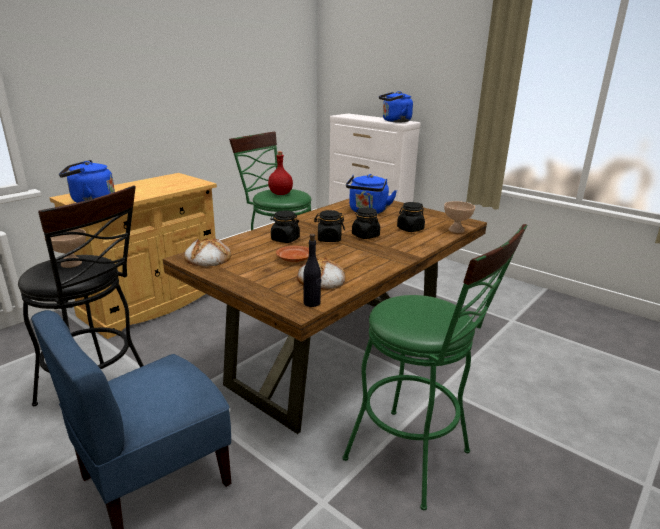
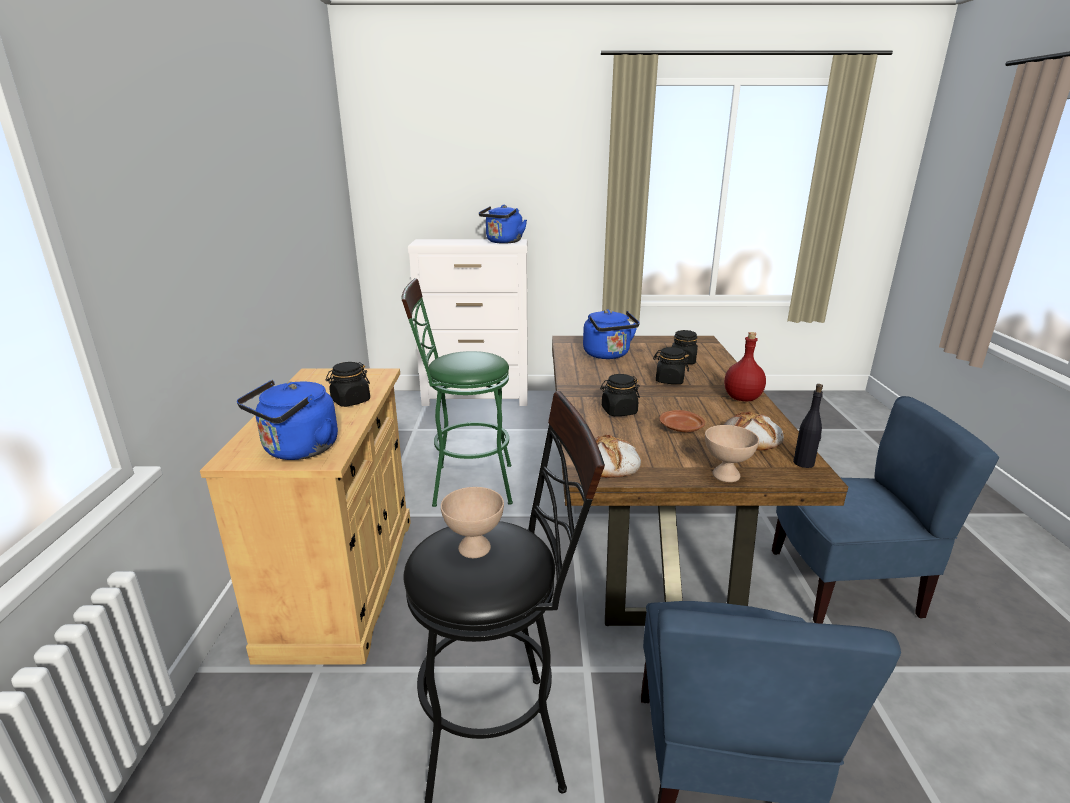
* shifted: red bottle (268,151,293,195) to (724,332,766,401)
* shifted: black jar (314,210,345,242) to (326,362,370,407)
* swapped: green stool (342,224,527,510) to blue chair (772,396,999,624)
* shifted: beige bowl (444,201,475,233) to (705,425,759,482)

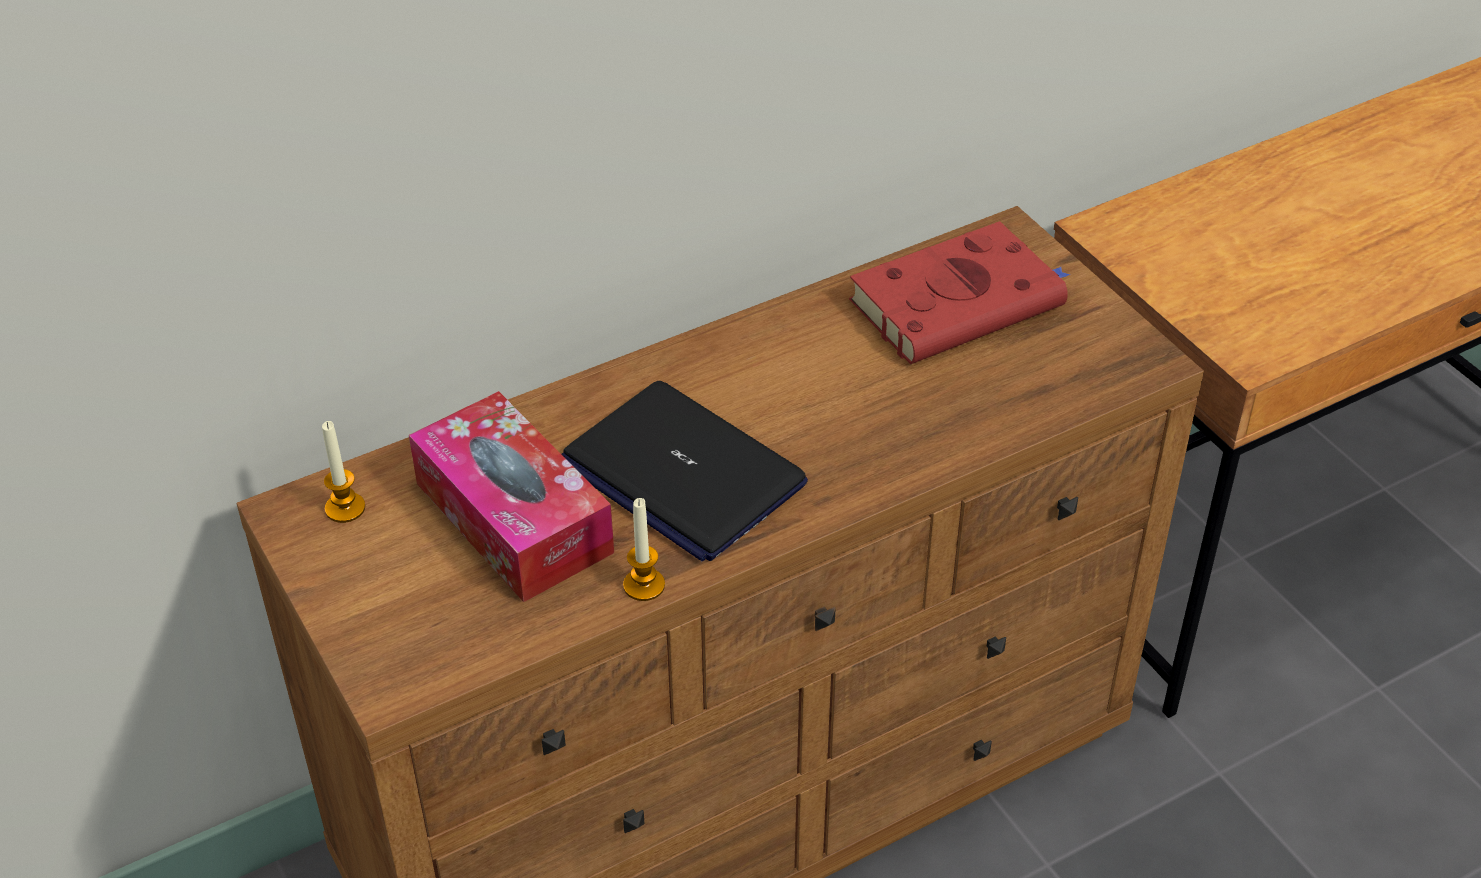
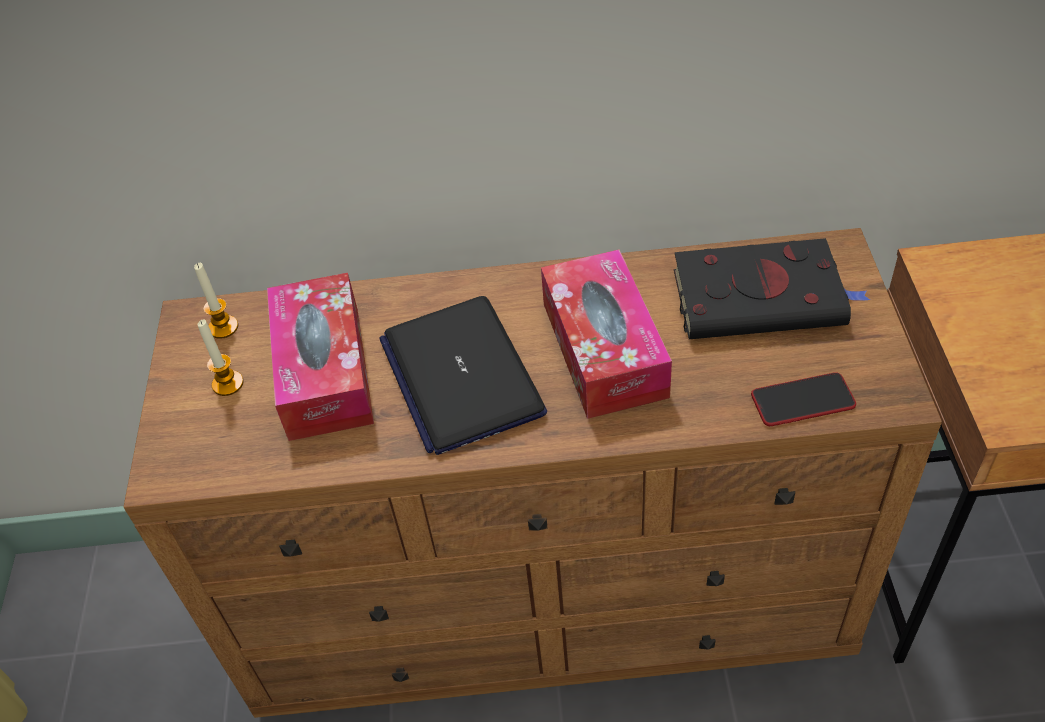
* shifted: candle (623,498,665,601) to (198,319,244,396)
* repainted: red book (849,221,1070,365) to black book (674,238,870,339)
* new: tissue box (541,250,672,419)
* new: phone (751,372,856,426)

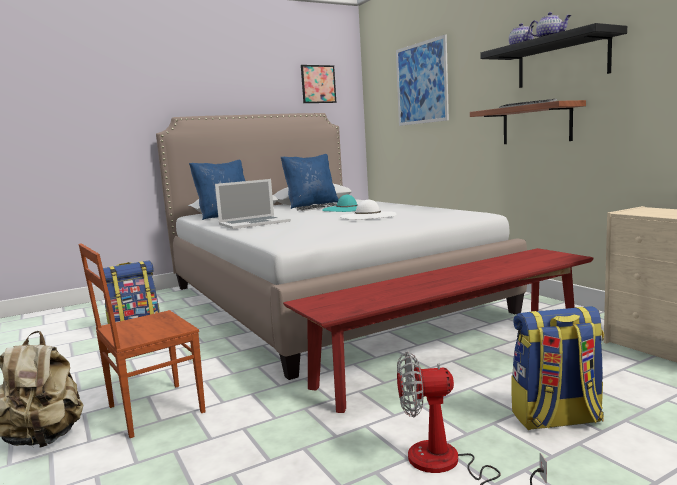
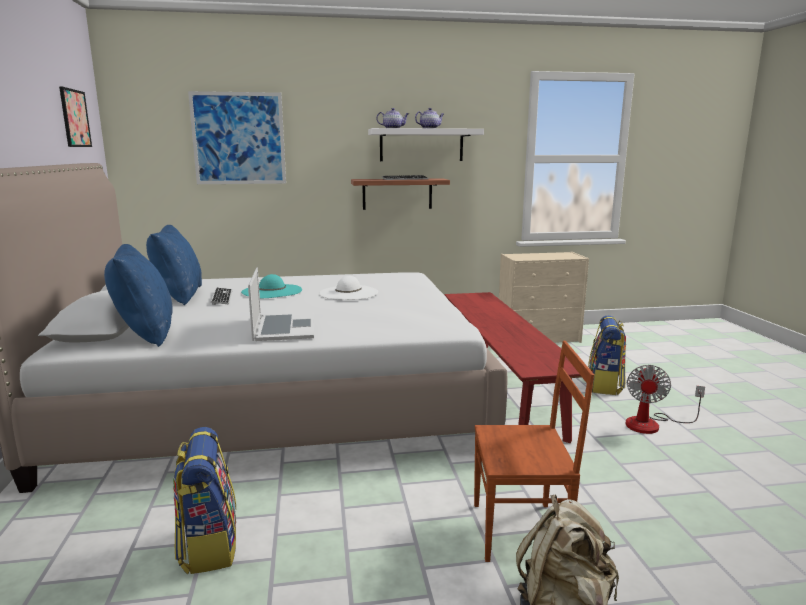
* rotated: brown chair (79,243,206,438) = (474,340,594,562) 75 degrees counterclockwise
* repainted: black shelf (480,23,627,88) to white shelf (368,128,484,161)

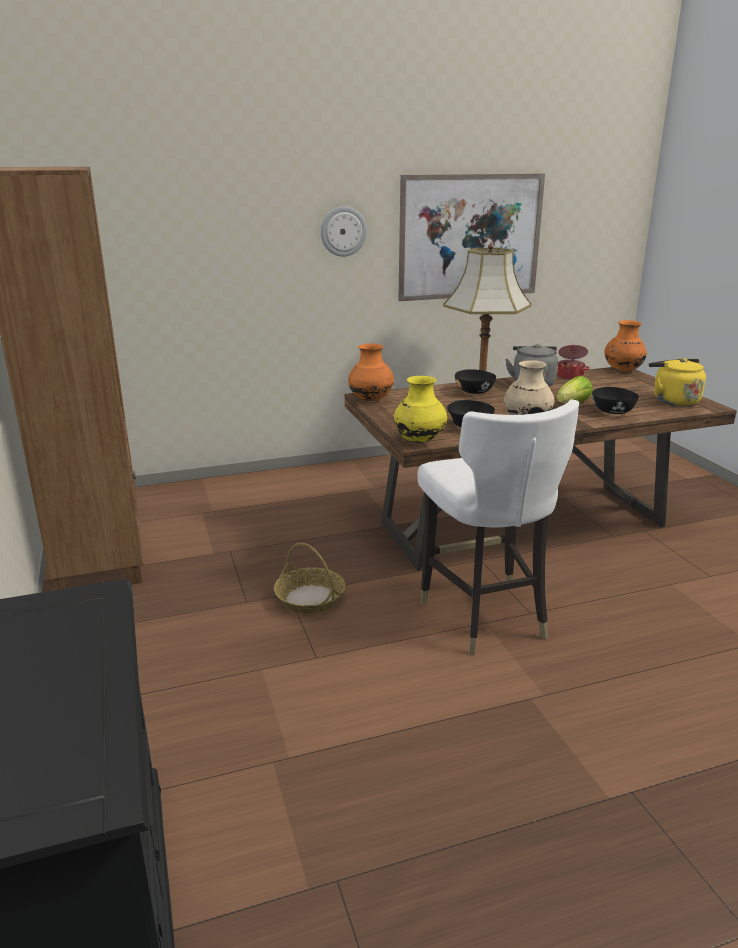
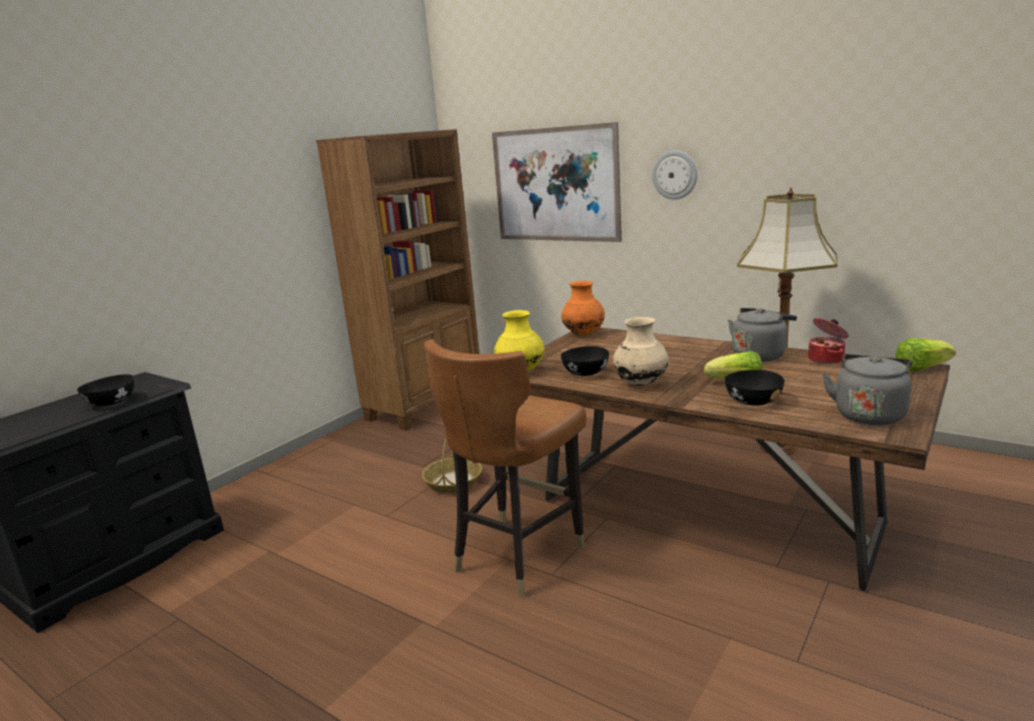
* shifted: picture (398,174,545,301) to (492,122,622,242)
* repainted: white chair (417,399,579,655) to brown chair (424,339,586,597)
* shifted: black bowl (455,369,496,394) to (77,374,134,406)
* swapped: orange vase (604,320,647,372) to lettuce (896,338,956,371)
* repainted: yellow kettle (649,358,706,406) to grey kettle (822,354,913,425)

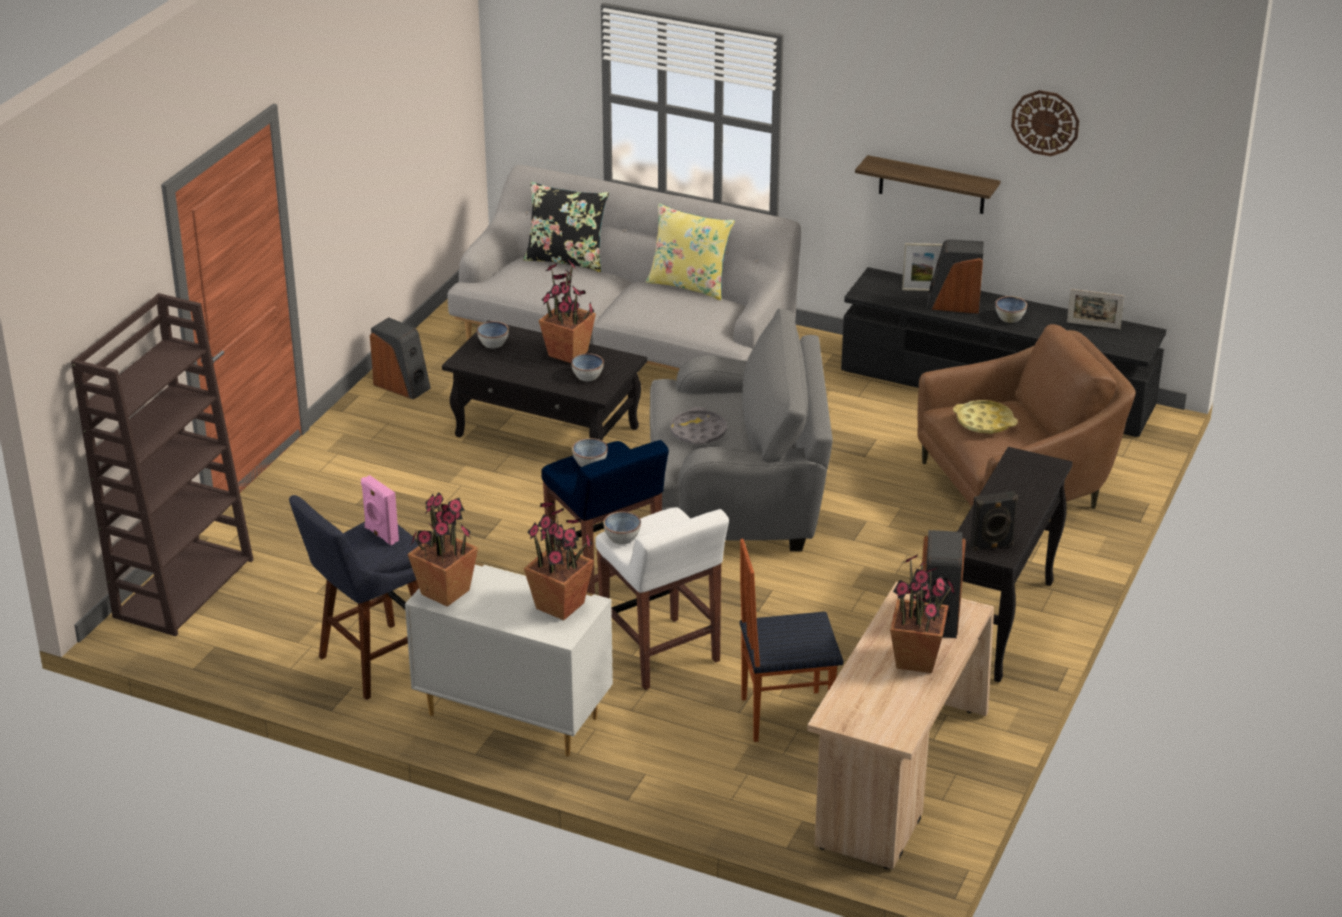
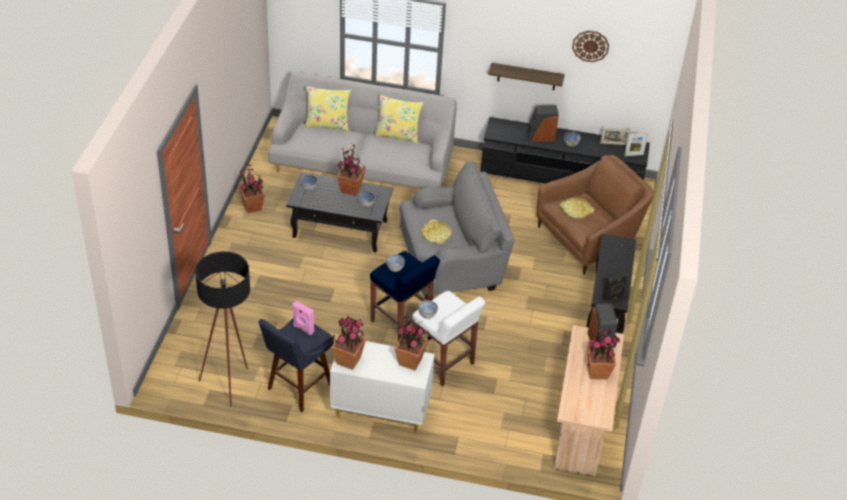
* gone: brown bookcase (71,293,254,636)
* swapped: speaker (370,317,431,400) to potted plant (238,164,265,213)
* repainted: black pillow (523,182,609,272) to yellow pillow (304,86,351,131)
* repainted: grey tray (670,407,727,444) to yellow tray (421,219,452,244)
* gone: chair (740,539,843,742)
* shifted: picture frame (902,243,943,291) to (624,132,648,156)
* new: black floor lamp (195,251,250,407)

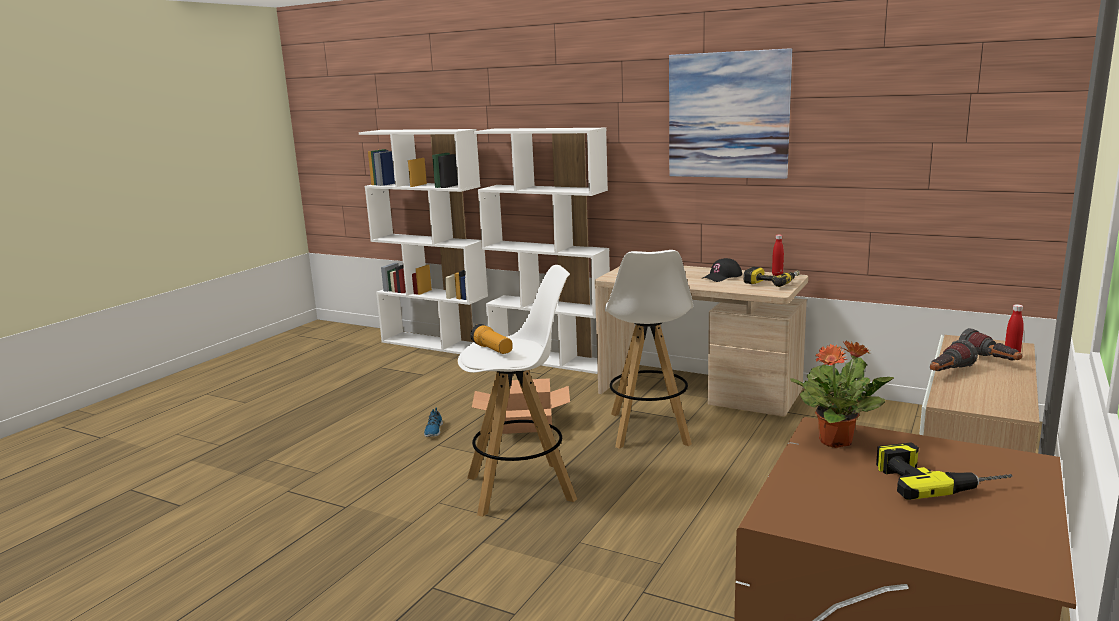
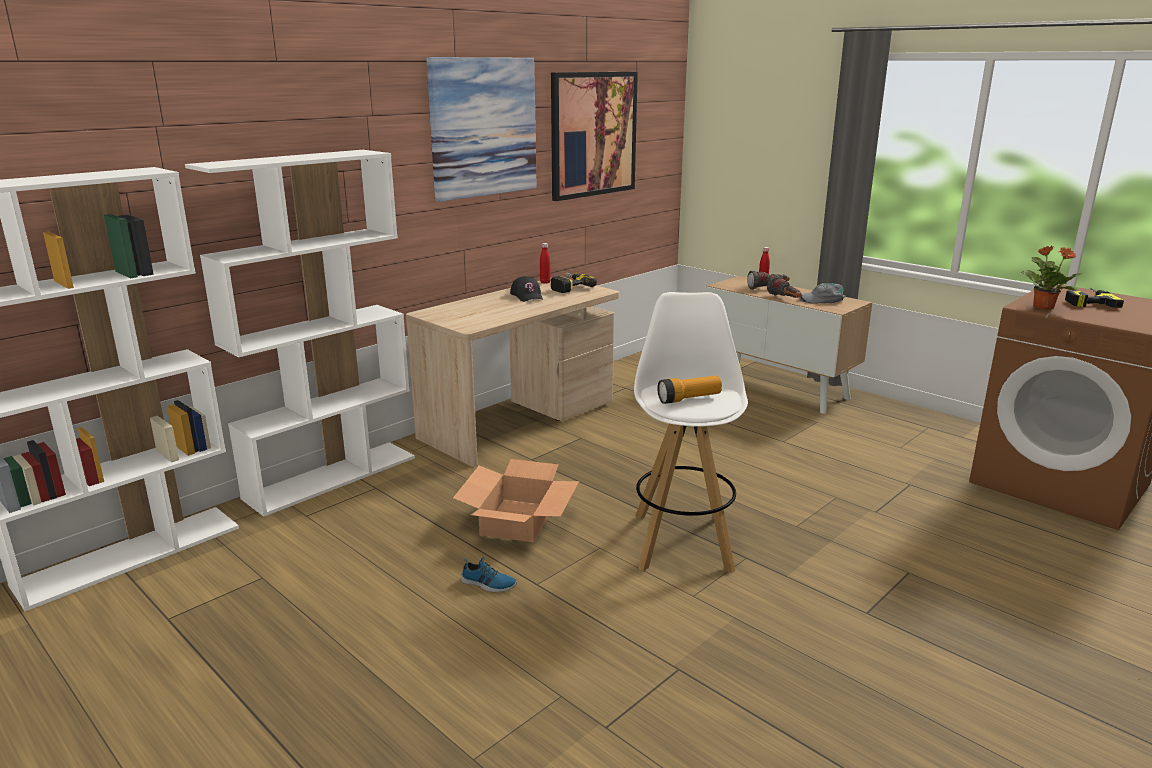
* gone: white stool (605,250,693,449)
* new: picture (551,72,638,201)
* new: grey cap (800,283,845,304)

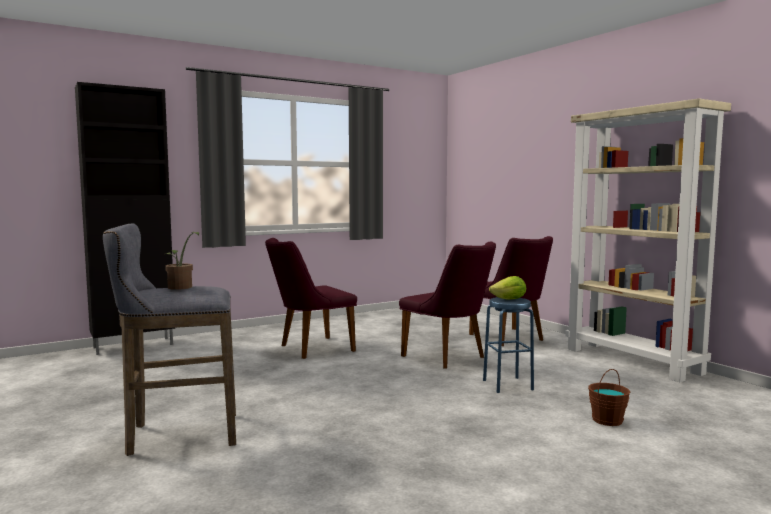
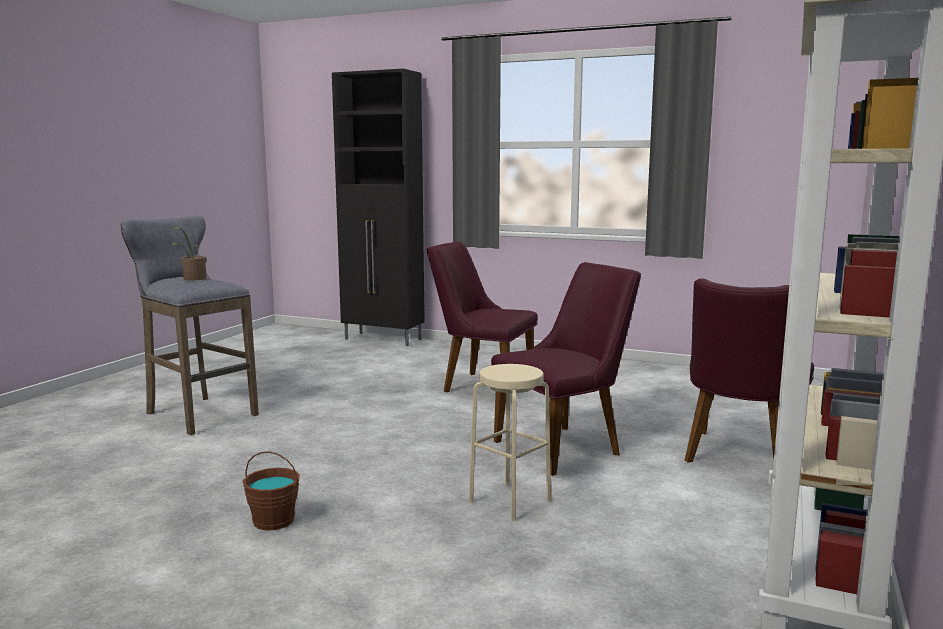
* rotated: purple chair (399,242,496,368) = (491,262,641,476) 135 degrees counterclockwise
* repainted: blue stool (483,297,534,393) to beige stool (469,364,551,521)
* gone: lettuce (489,276,526,300)
* shifted: brown bucket (588,369,630,426) to (243,452,300,530)

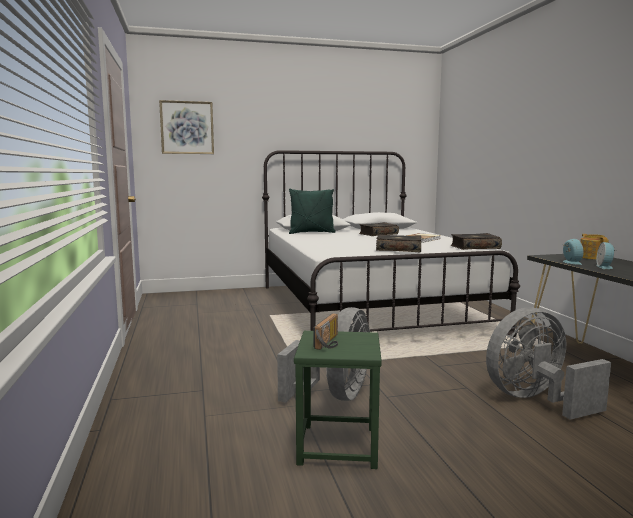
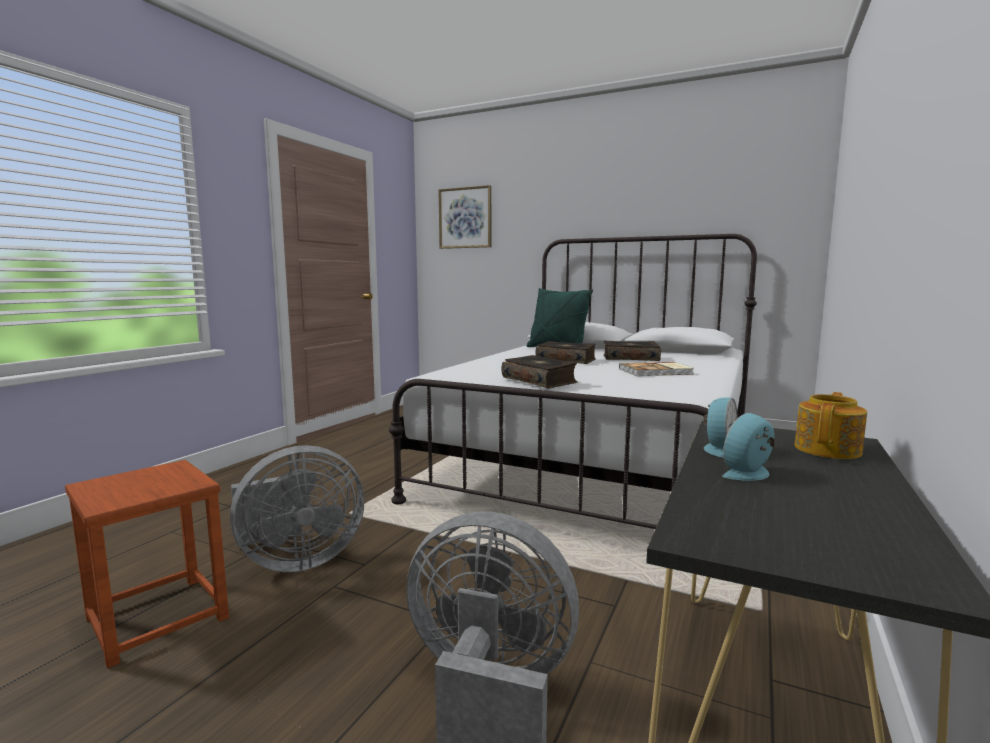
* repainted: green stool (294,331,382,469) to brown stool (65,460,229,668)
* gone: radio (313,313,338,350)
* shifted: book (450,233,502,250) to (536,341,596,364)

